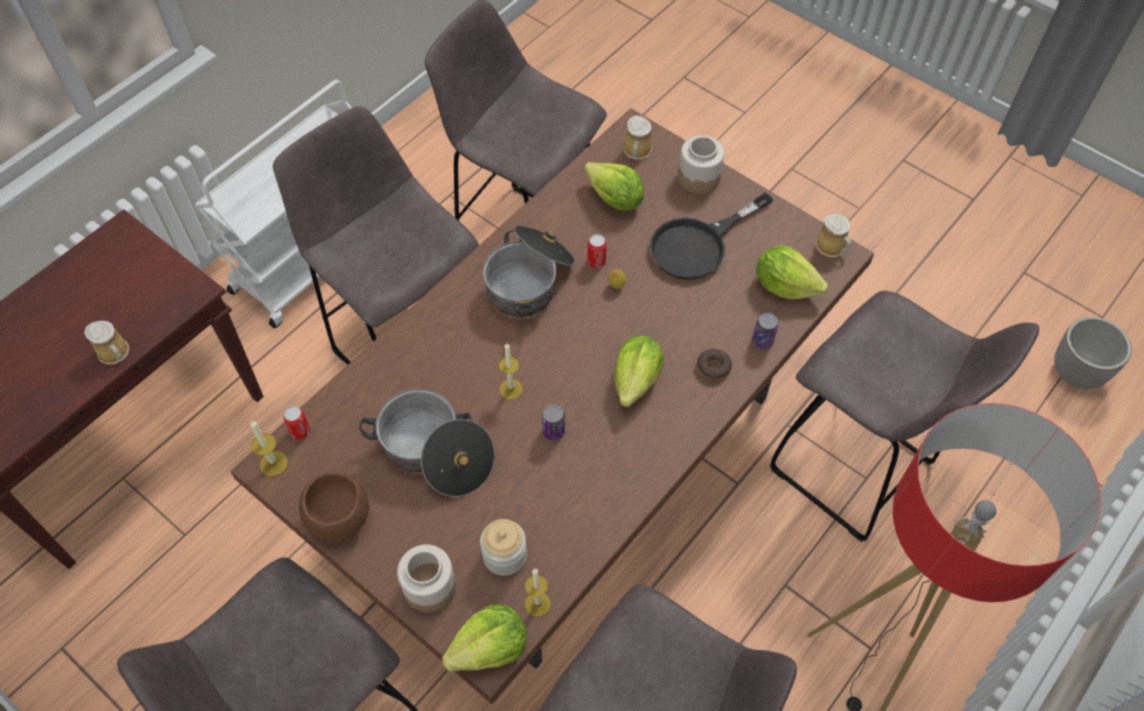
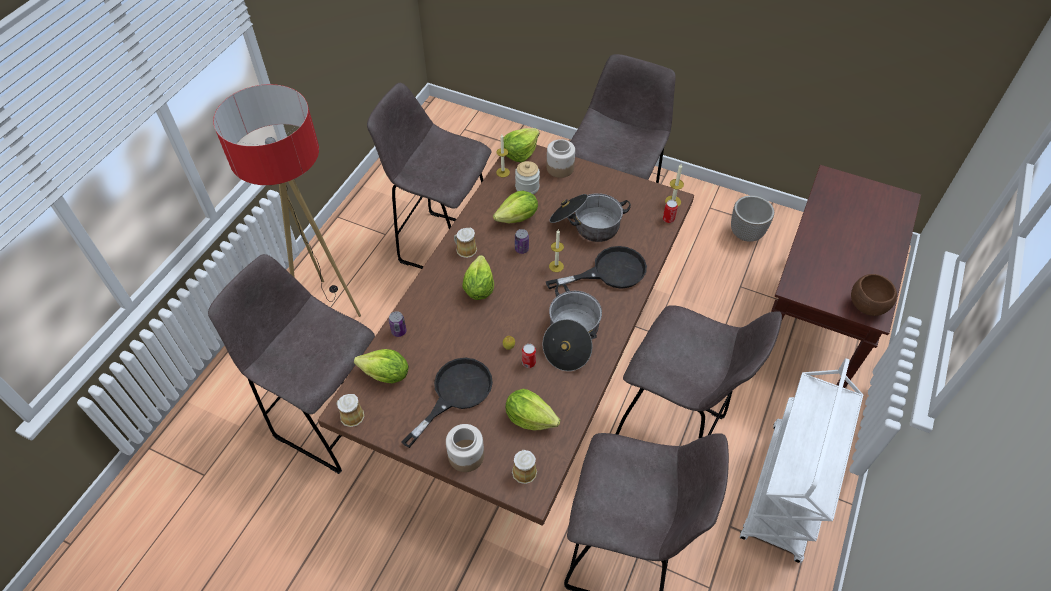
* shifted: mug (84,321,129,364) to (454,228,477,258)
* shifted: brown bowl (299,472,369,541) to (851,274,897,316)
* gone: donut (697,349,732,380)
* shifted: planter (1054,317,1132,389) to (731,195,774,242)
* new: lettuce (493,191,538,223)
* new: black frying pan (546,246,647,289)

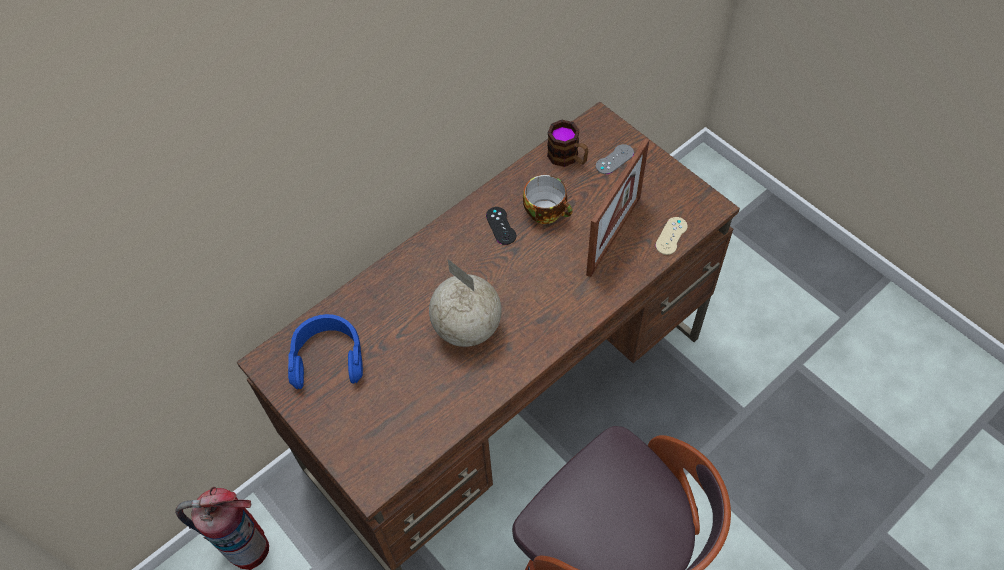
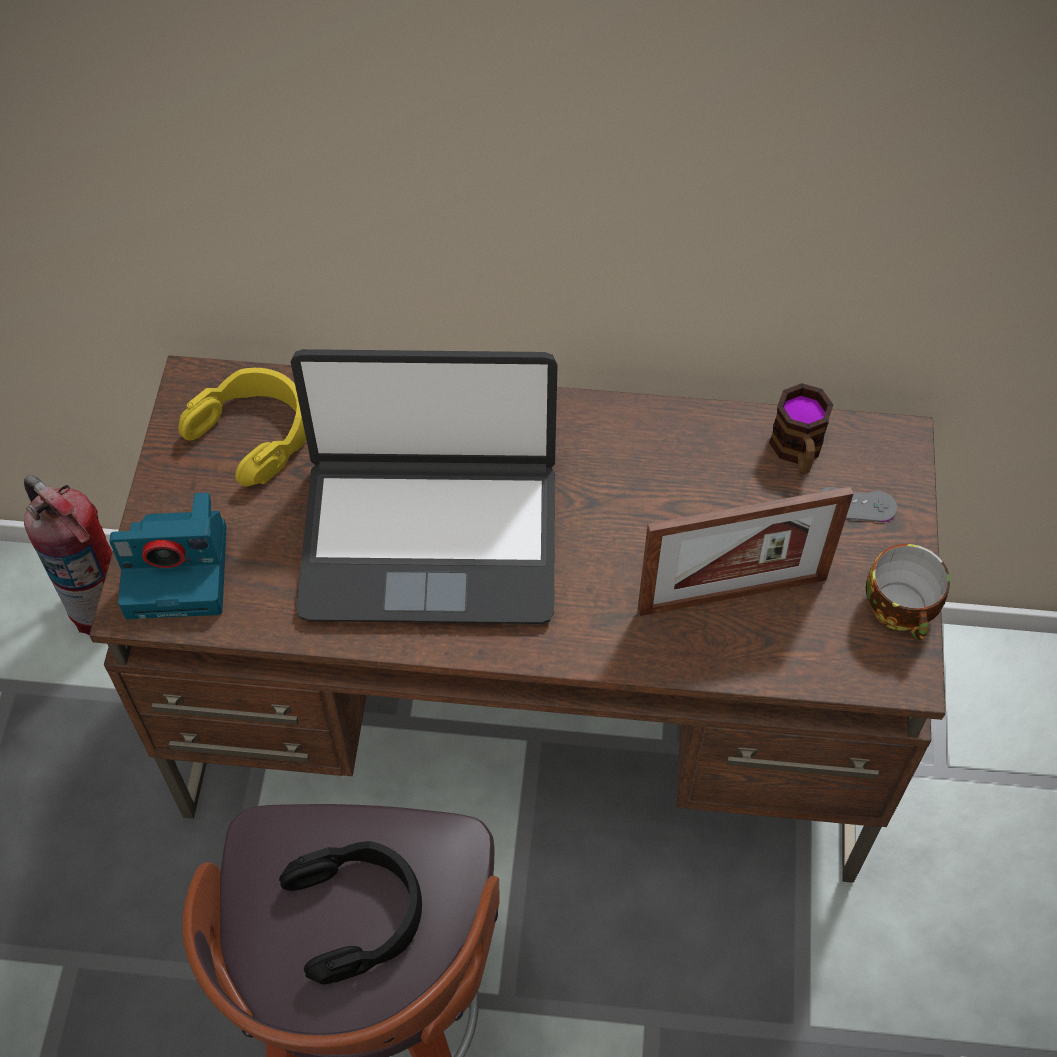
* repainted: blue headphones (288,314,363,389) to yellow headphones (178,368,306,487)
* swapped: globe (429,259,502,347) to laptop (291,349,558,624)
* gone: black game controller (486,207,516,245)
* shifted: cup (523,175,573,224) to (866,544,950,640)
* gone: beige game controller (655,217,688,255)
* new: photo camera (109,492,227,619)
* new: black headphones (279,841,422,984)

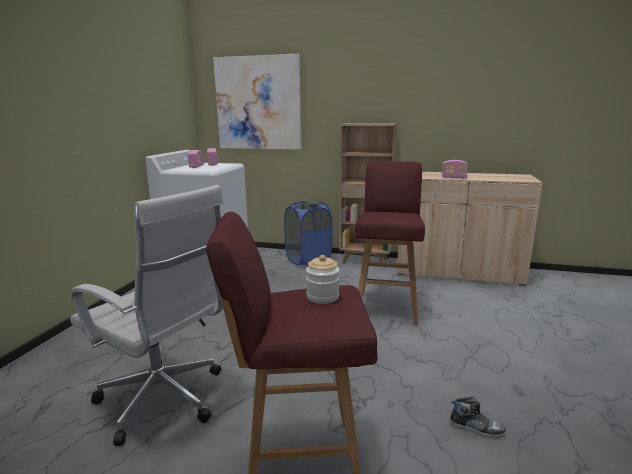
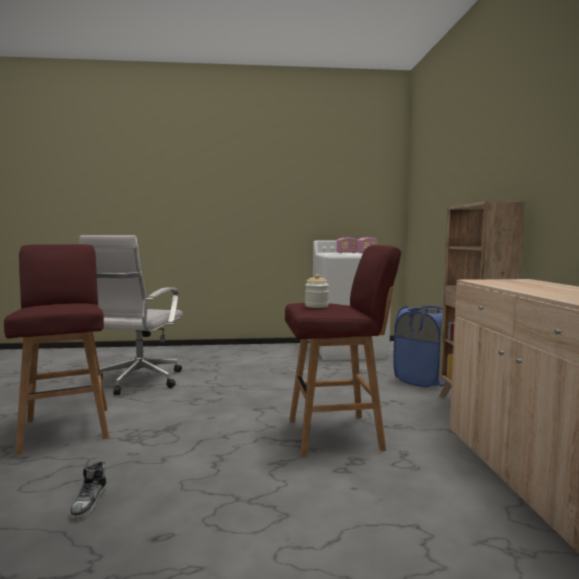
* gone: picture (213,54,301,150)
* shifted: jar (306,255,340,304) to (305,274,329,308)
* gone: radio (442,160,468,179)

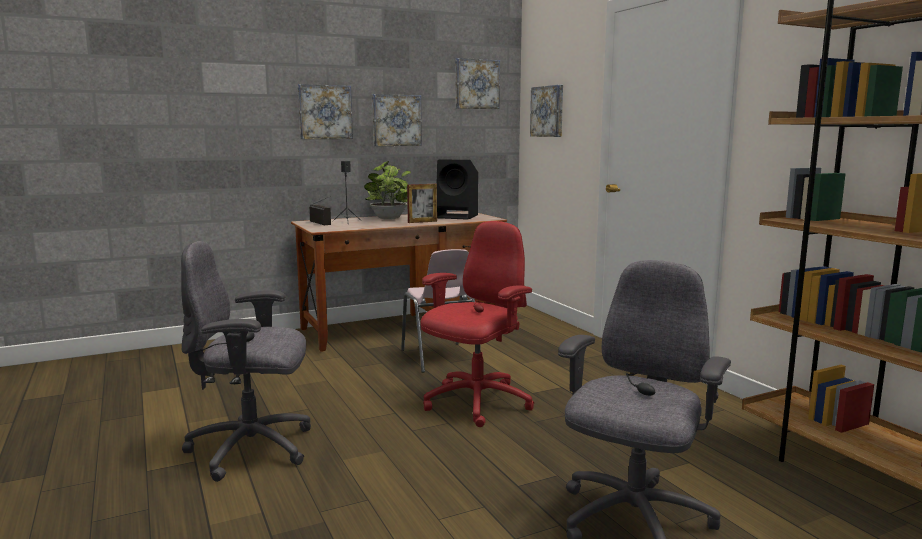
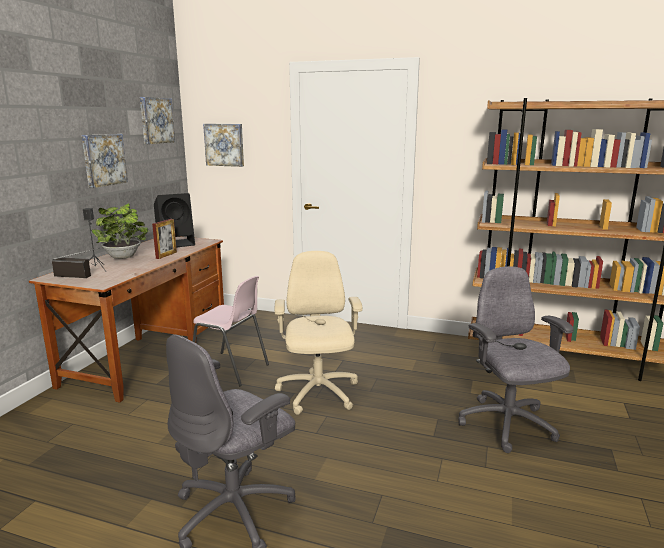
* gone: picture (298,84,353,139)
* repainted: red office chair (421,221,534,427) to beige office chair (274,251,362,415)

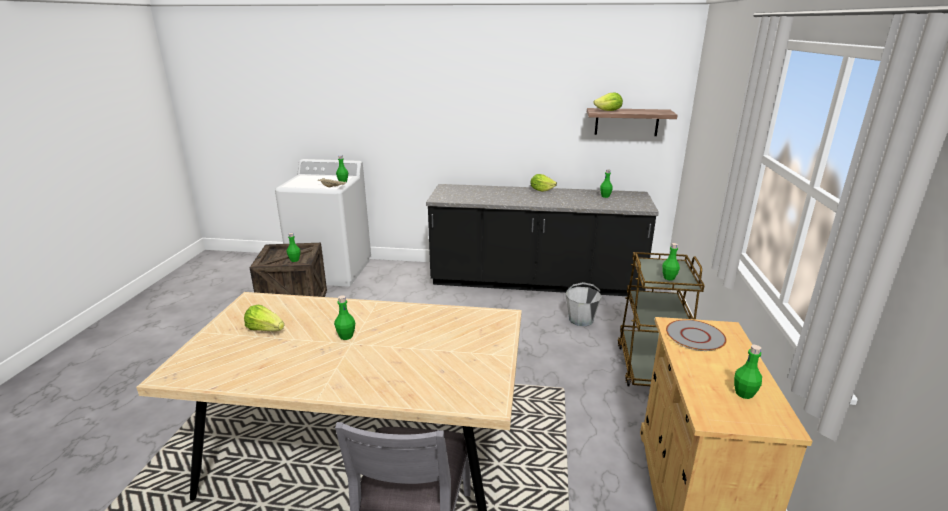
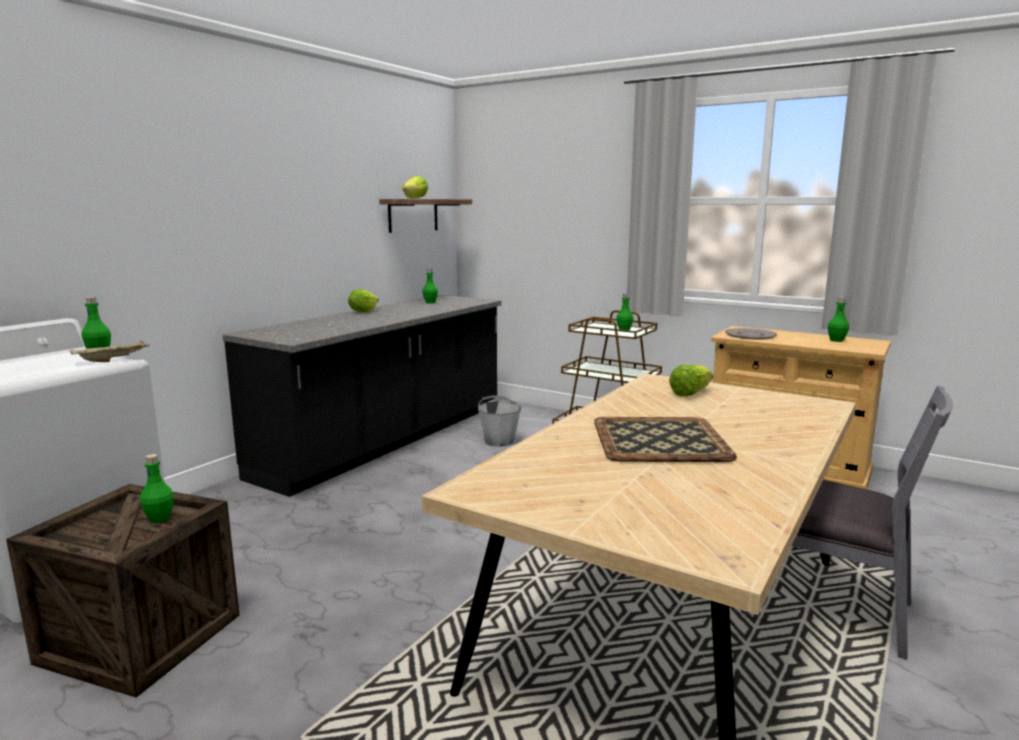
* shifted: lettuce (244,305,285,331) to (669,365,713,396)
* swapped: green bottle (334,295,355,340) to tray (594,417,737,462)

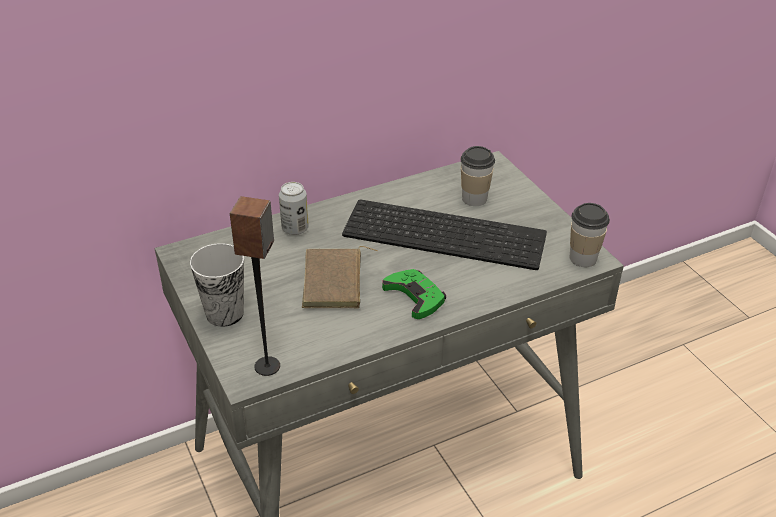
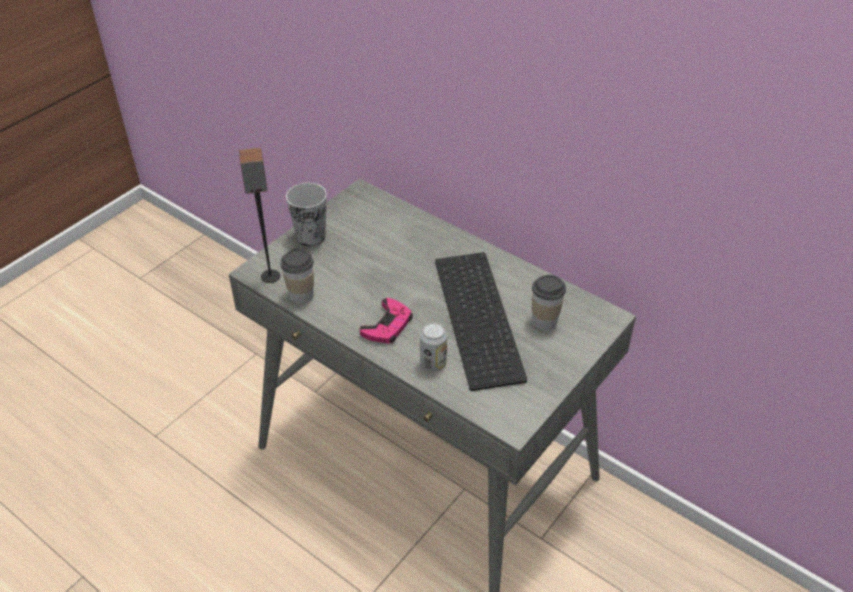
* shifted: can (279,182,308,235) to (420,322,447,372)
* gone: brown book (302,246,378,308)
* repainted: green game controller (382,269,446,319) to pink game controller (359,298,413,344)
* shifted: cup (570,203,610,267) to (280,248,314,304)

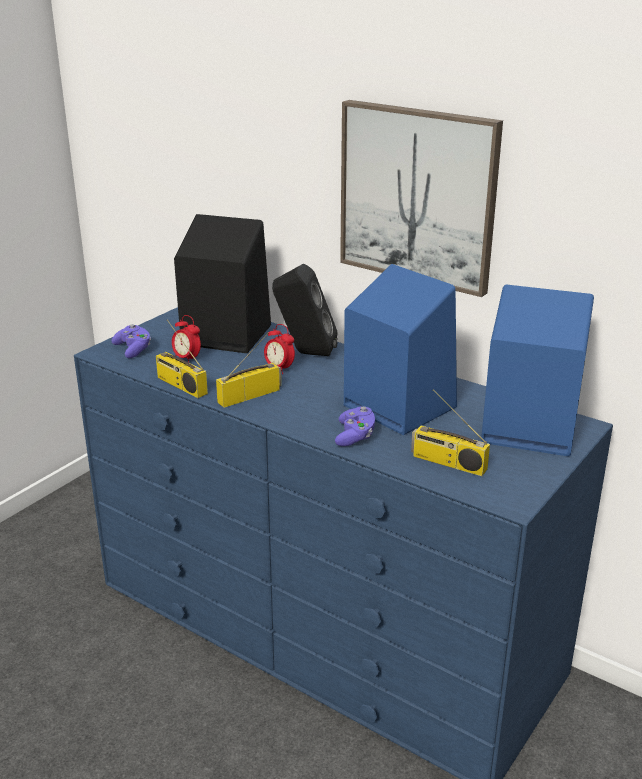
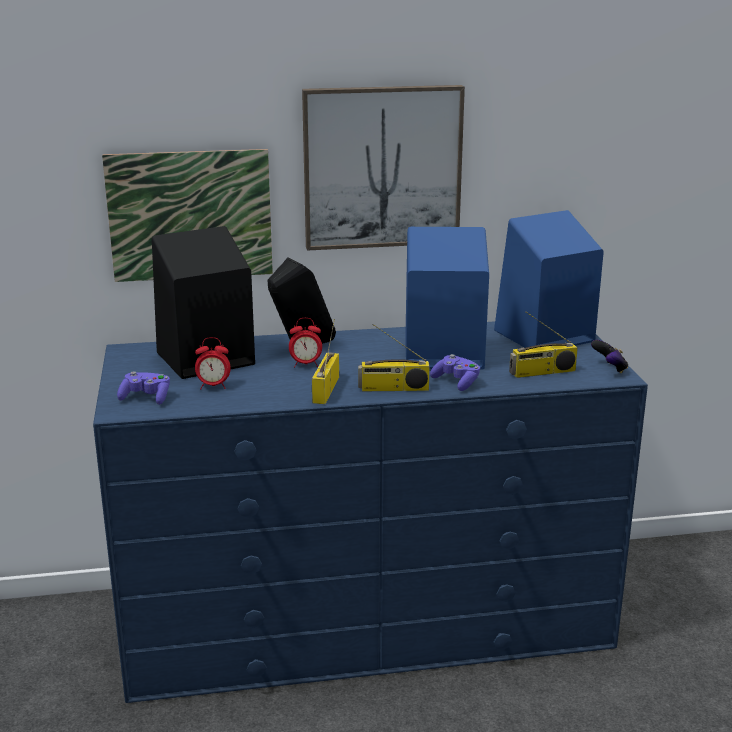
* shifted: radio (156,319,208,398) to (358,324,430,391)
* new: picture (102,149,273,282)
* new: game controller (591,340,628,373)

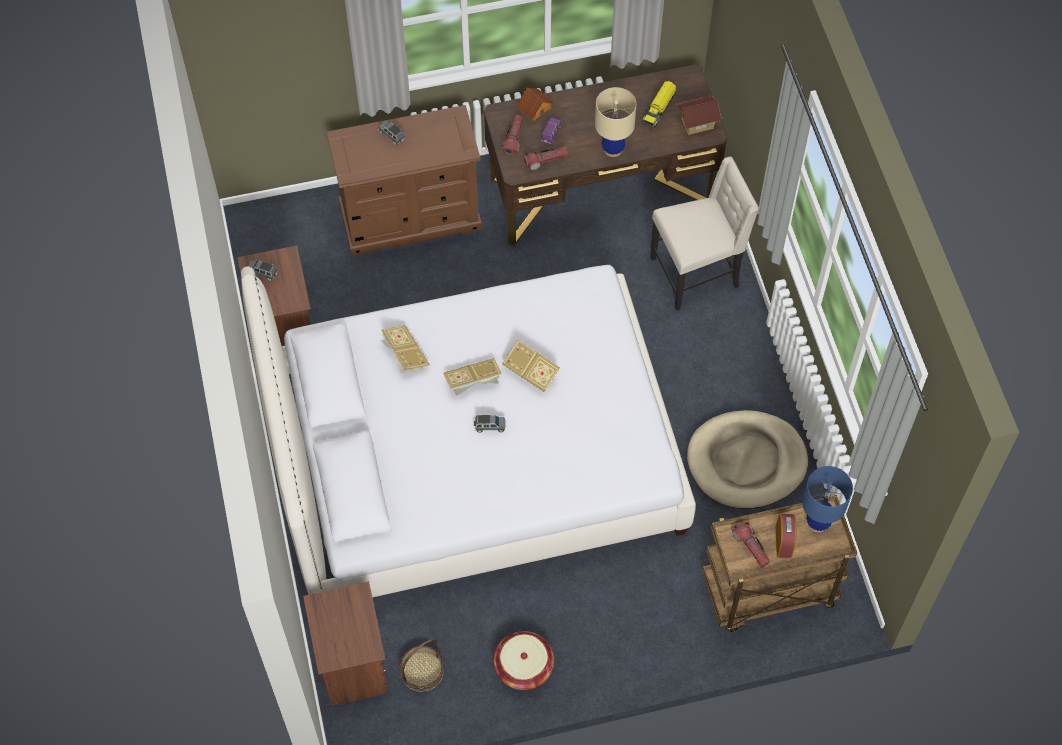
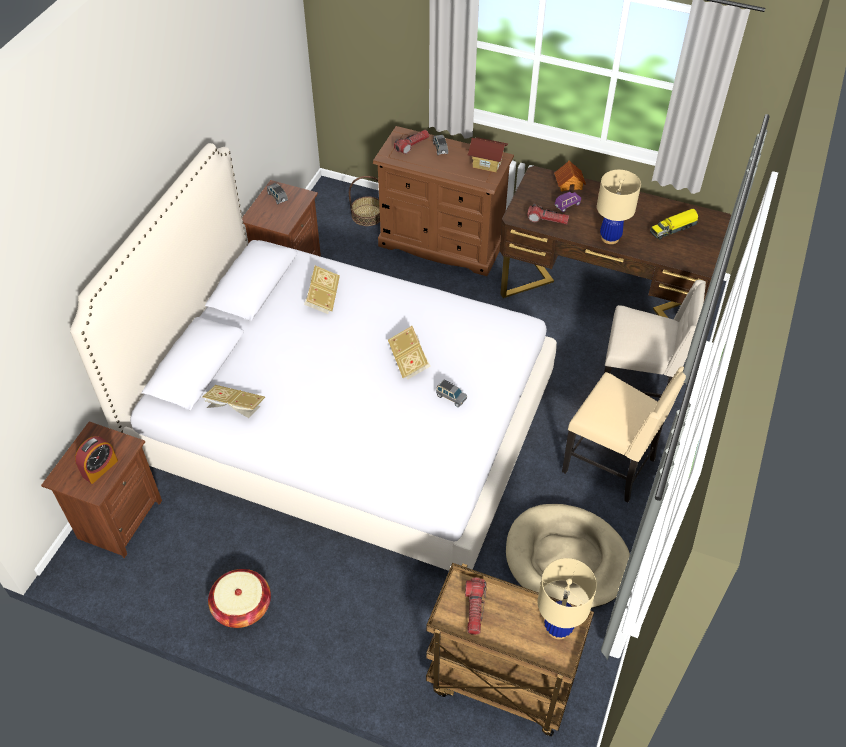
* shifted: basket (400,638,444,692) to (349,176,380,226)
* shifted: book (443,358,502,396) to (202,385,265,418)
* shifted: grey toy car (474,415,506,433) to (436,380,467,407)
* shifted: flashlight (502,115,524,154) to (394,130,429,154)
* shifted: toy house (676,94,722,135) to (467,137,508,173)
* shifted: alarm clock (775,514,796,558) to (75,436,118,484)
* repainted: blue table lamp (802,466,853,532) to beige table lamp (538,558,597,639)
* new: beige chair (562,366,686,502)

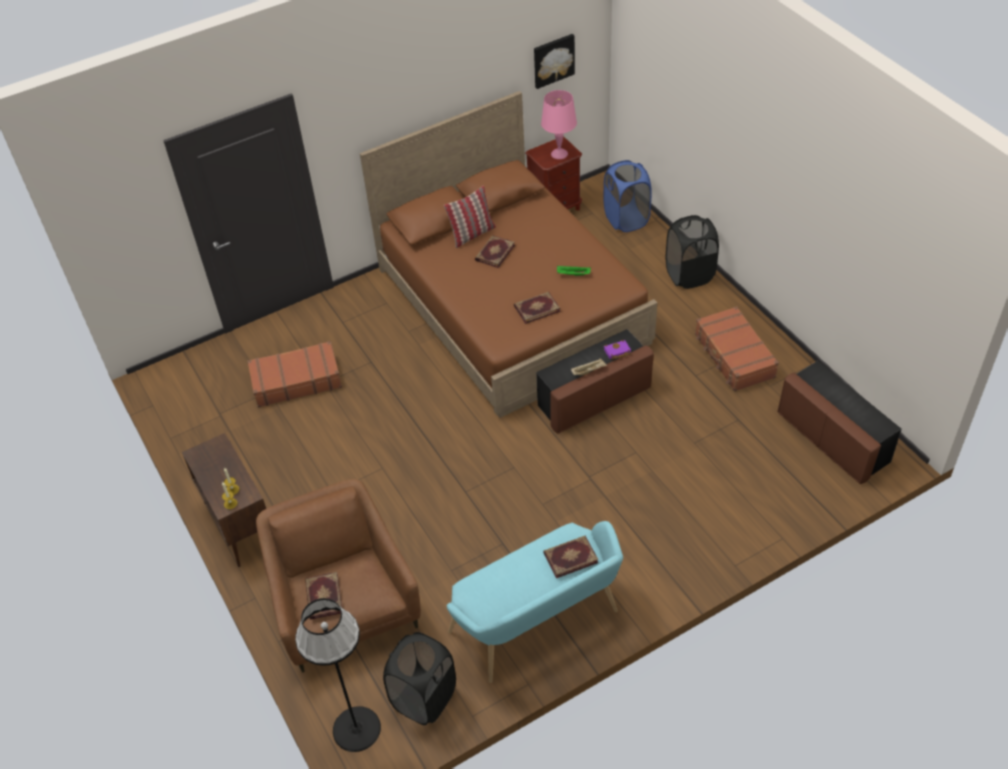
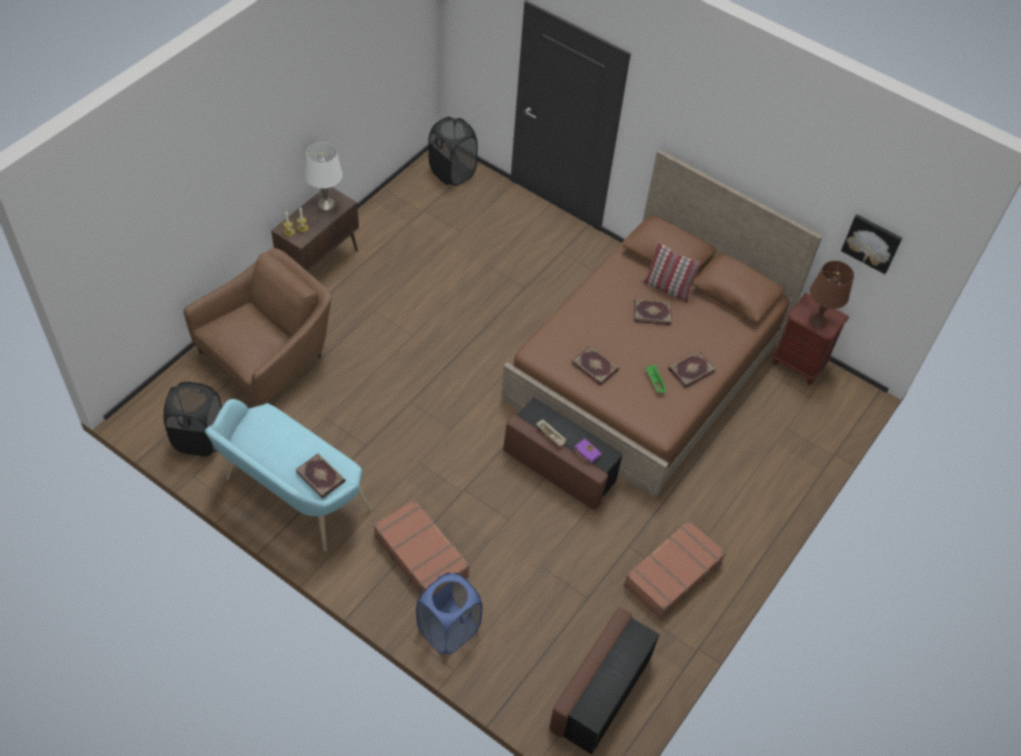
* shifted: brown suitcase (247,341,342,408) to (373,499,470,595)
* gone: black floor lamp (295,598,381,752)
* shifted: book (305,572,342,620) to (668,351,716,388)
* repainted: pink table lamp (541,90,577,159) to brown table lamp (809,261,854,328)
* shifted: blue laundry basket (603,160,652,232) to (416,573,483,655)
* shifted: black laundry basket (666,215,719,289) to (428,117,478,186)
* new: white table lamp (305,142,343,210)

